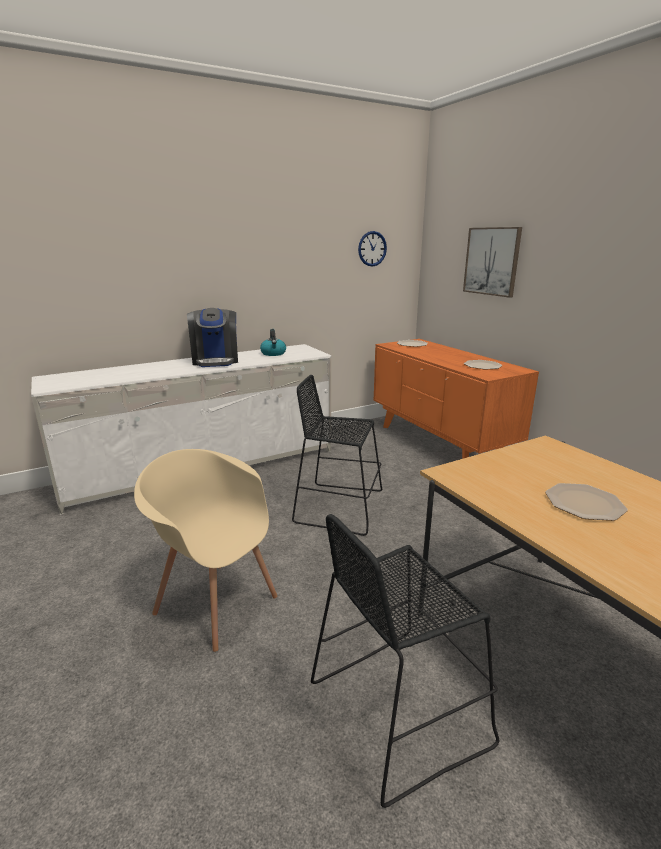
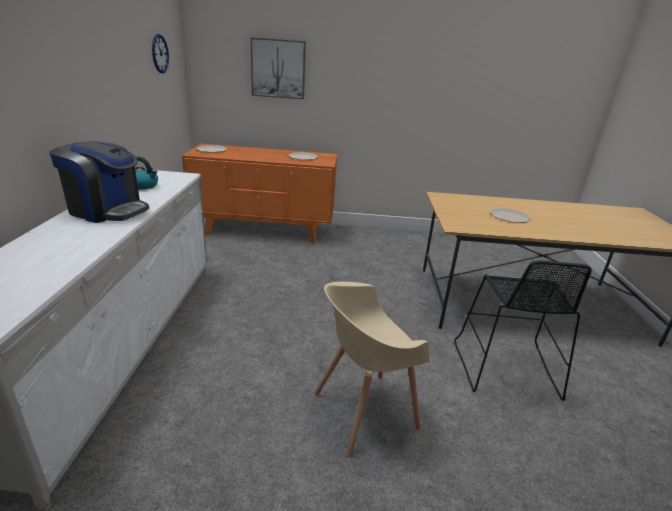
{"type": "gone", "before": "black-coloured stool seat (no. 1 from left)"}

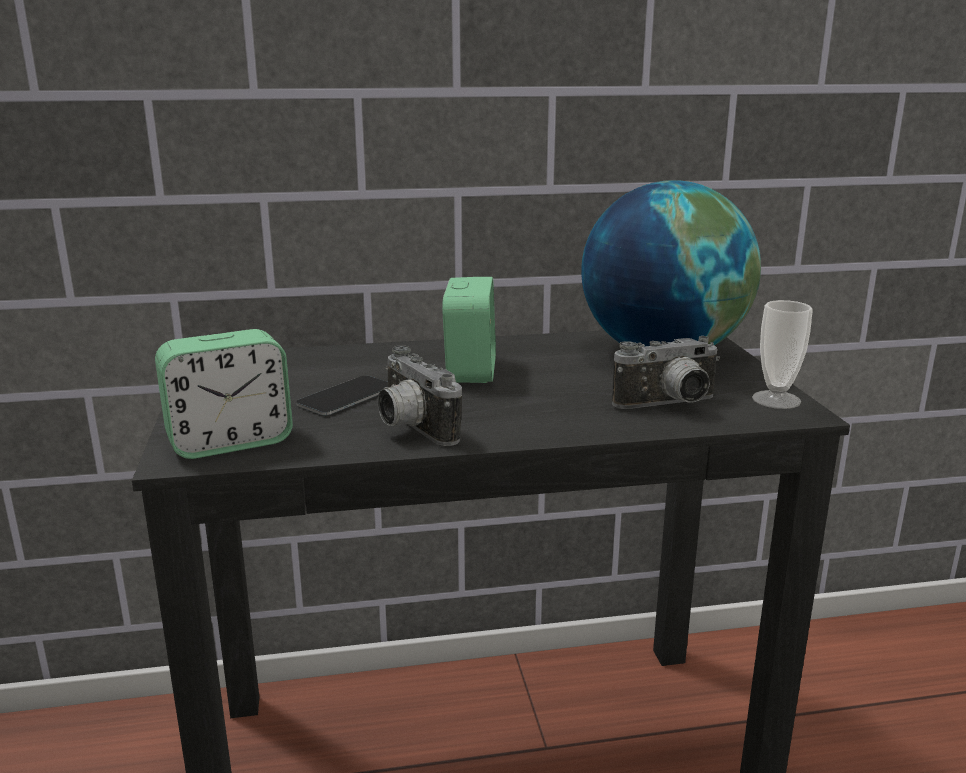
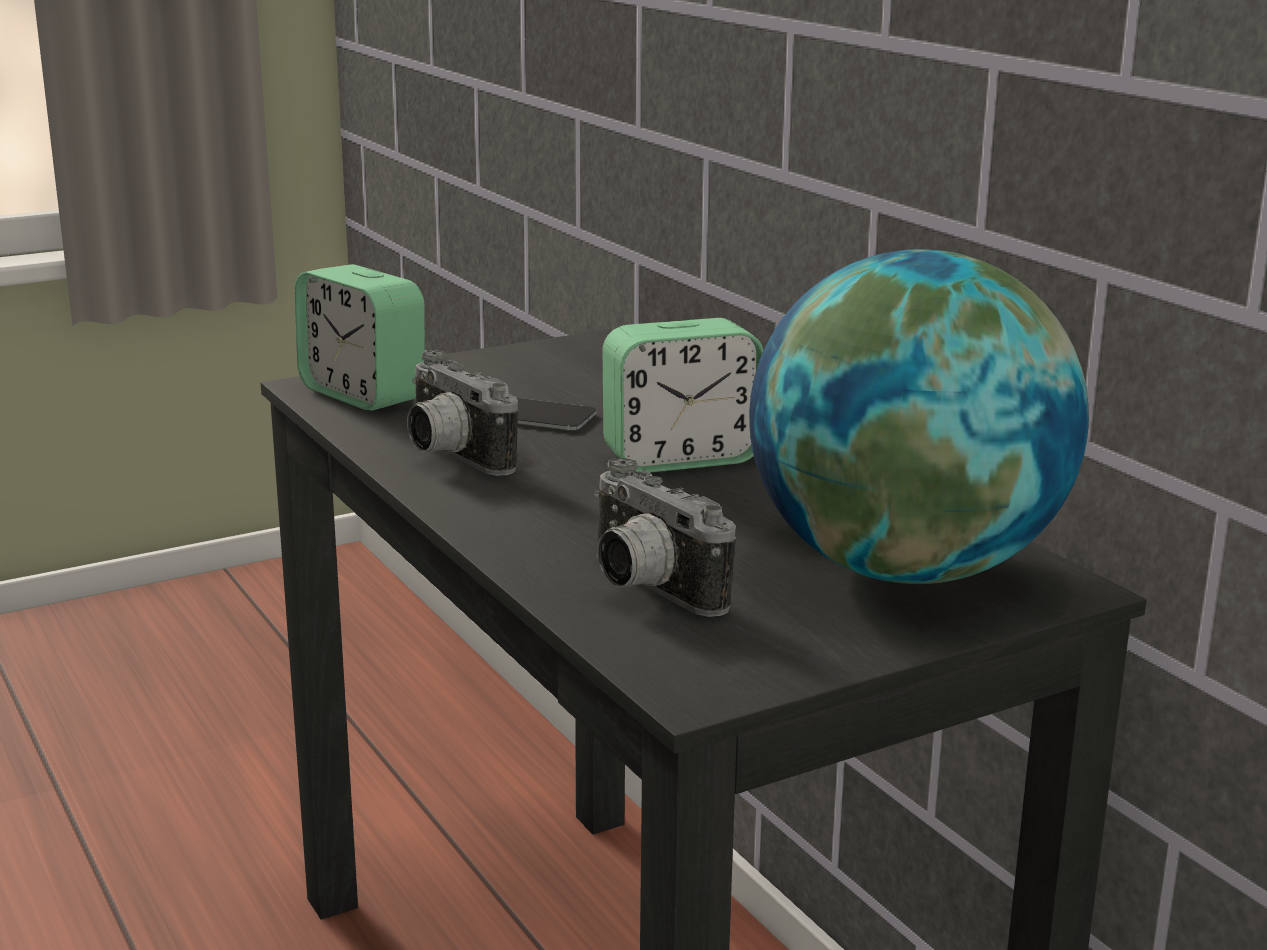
{"type": "rotated", "before": "photo camera (no. 1 from left)", "turn": -75}
{"type": "gone", "before": "drinking cup"}

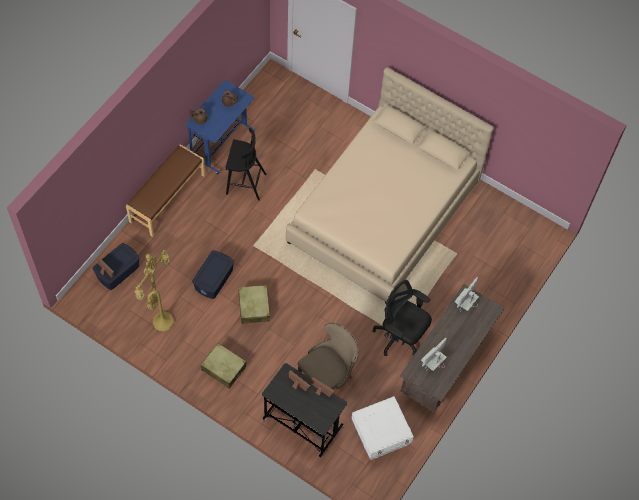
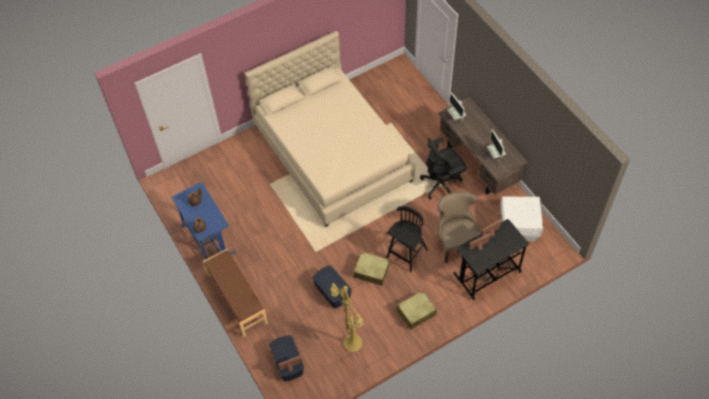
{"type": "shifted", "before": "black-coloured stool seat"}

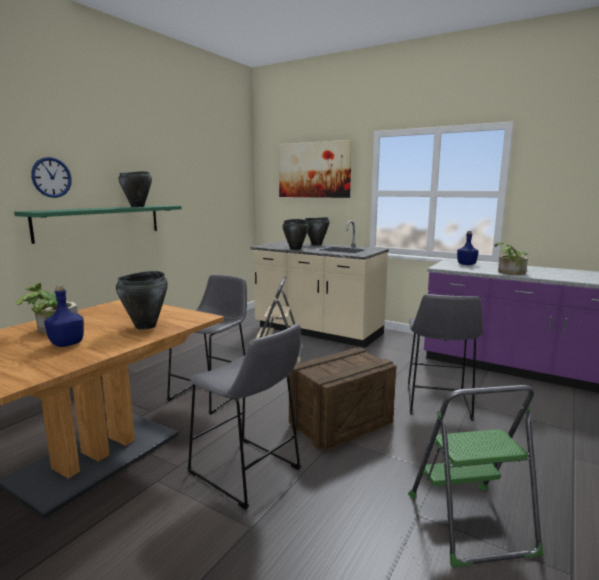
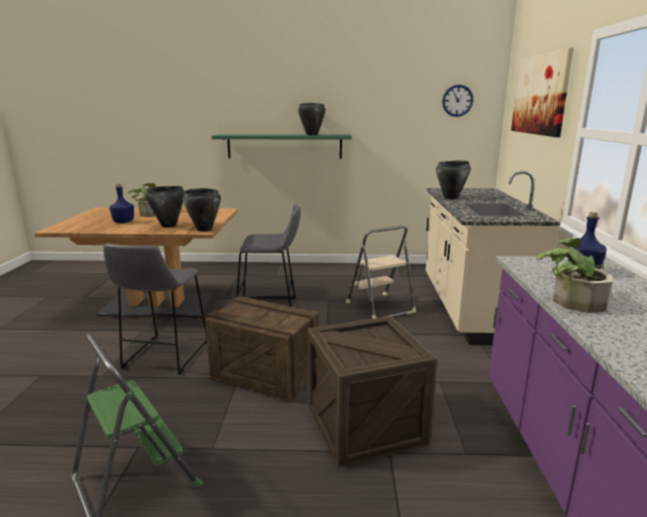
{"type": "shifted", "before": "clock on the wall"}
{"type": "shifted", "before": "black-coloured stockpot (no. 4 from left in the first image)", "after": "black-coloured stockpot (no. 2 from left)"}
{"type": "swapped", "before": "greyish stool seat (no. 3 from left)", "after": "shipping crate (no. 2 from left)"}

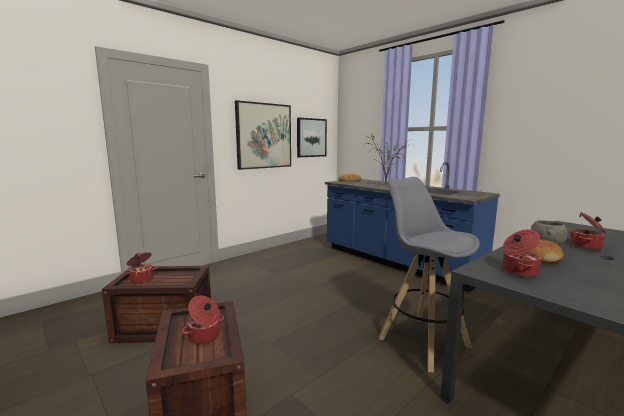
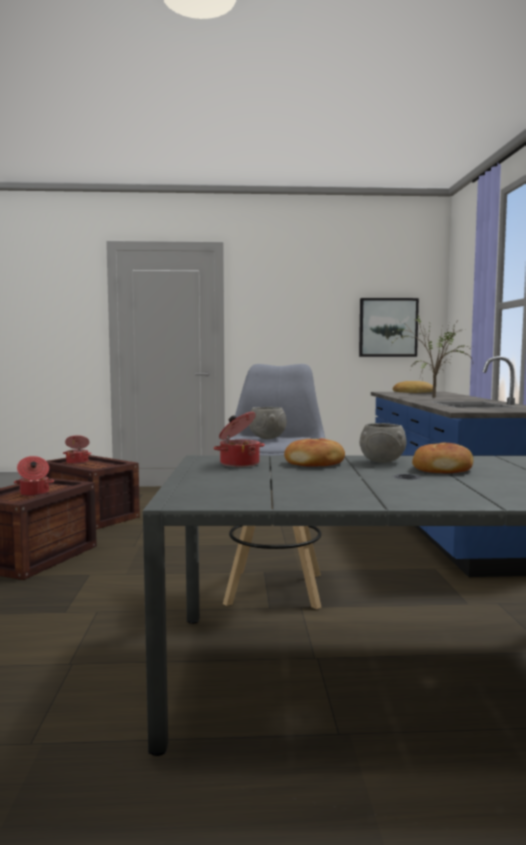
{"type": "gone", "before": "picture (no. 1 from left)"}
{"type": "swapped", "before": "stockpot (no. 4 from left)", "after": "baked bread (no. 3 from left)"}
{"type": "new", "after": "greyish bowl (no. 1 from left)"}

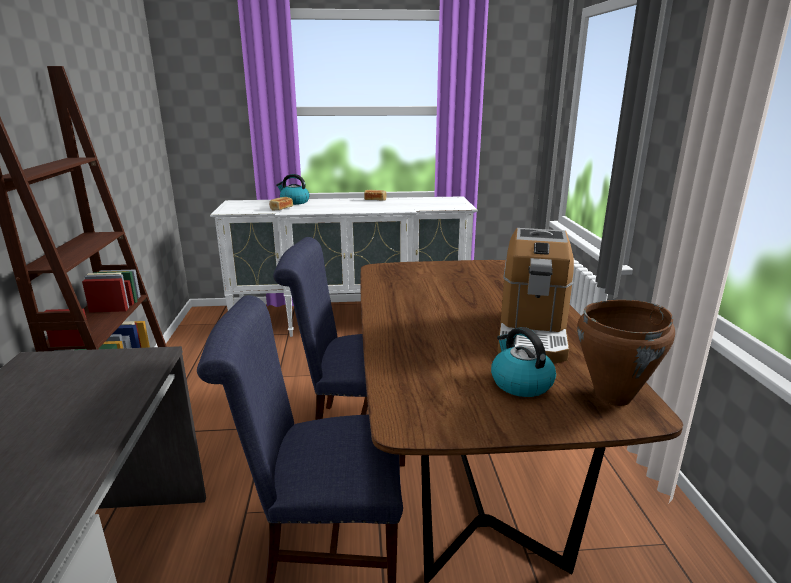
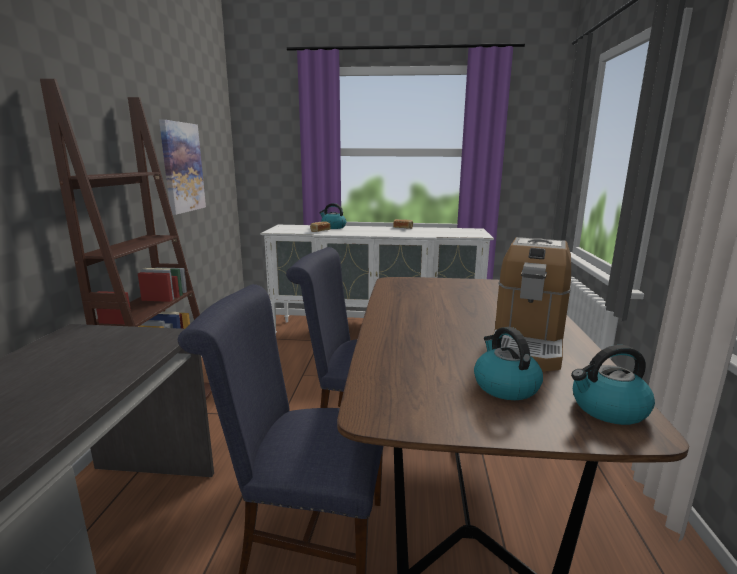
{"type": "swapped", "before": "brownish stockpot", "after": "kettle (no. 3 from left)"}
{"type": "new", "after": "picture"}

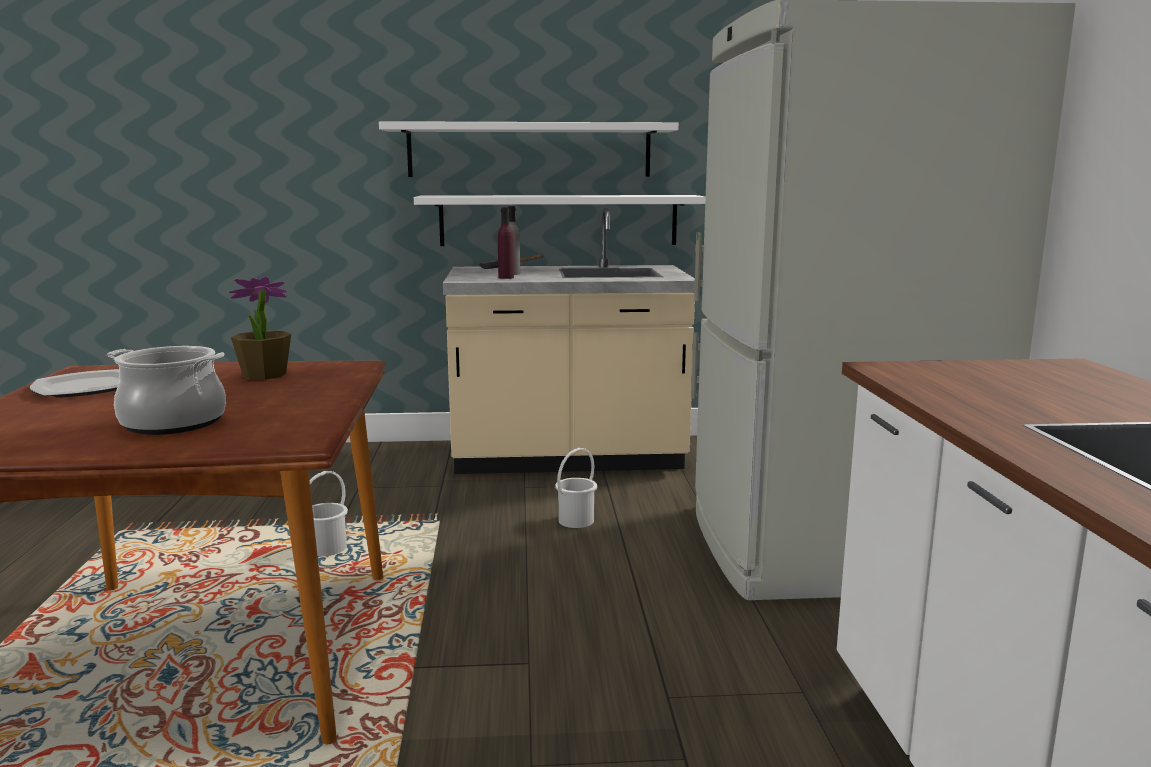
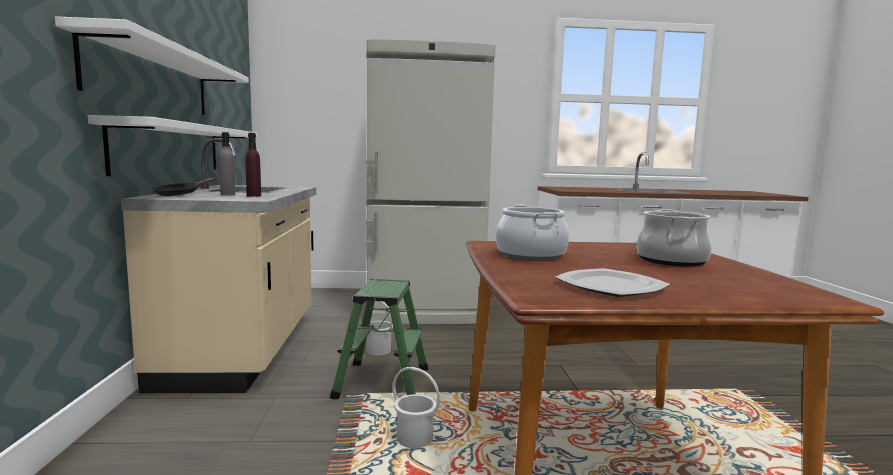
{"type": "swapped", "before": "plant in a pot", "after": "stockpot (no. 1 from left)"}
{"type": "new", "after": "green step ladder"}

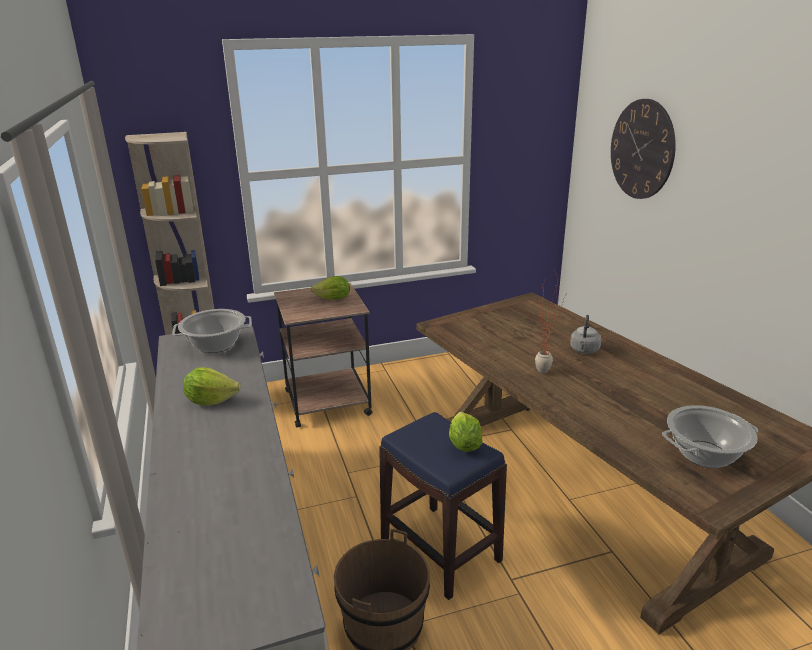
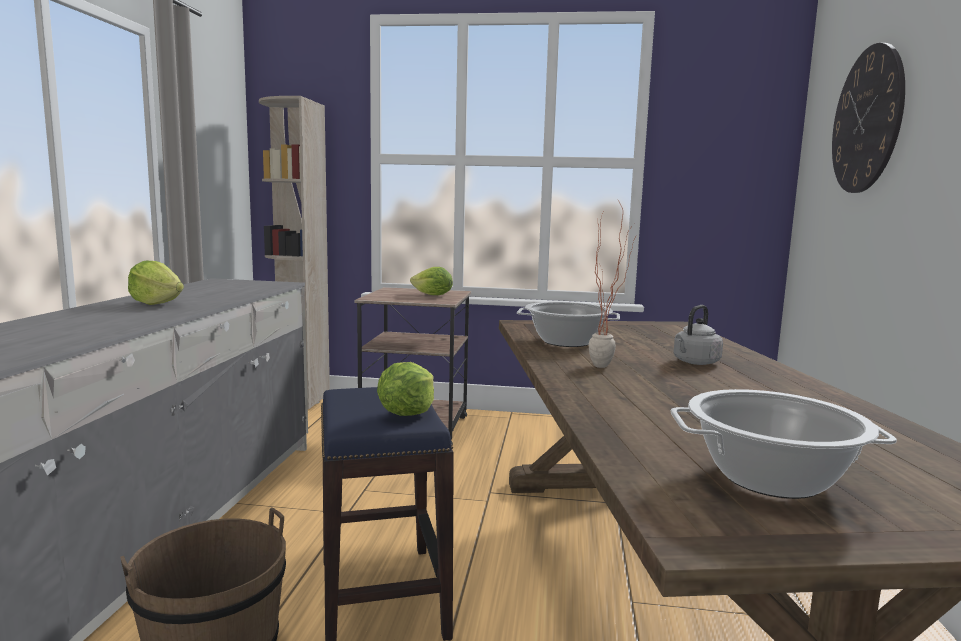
{"type": "shifted", "before": "stockpot (no. 1 from left)"}

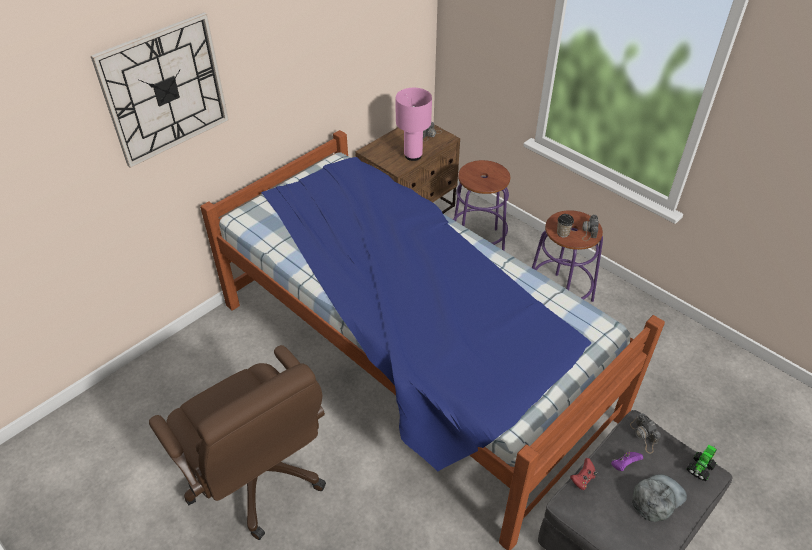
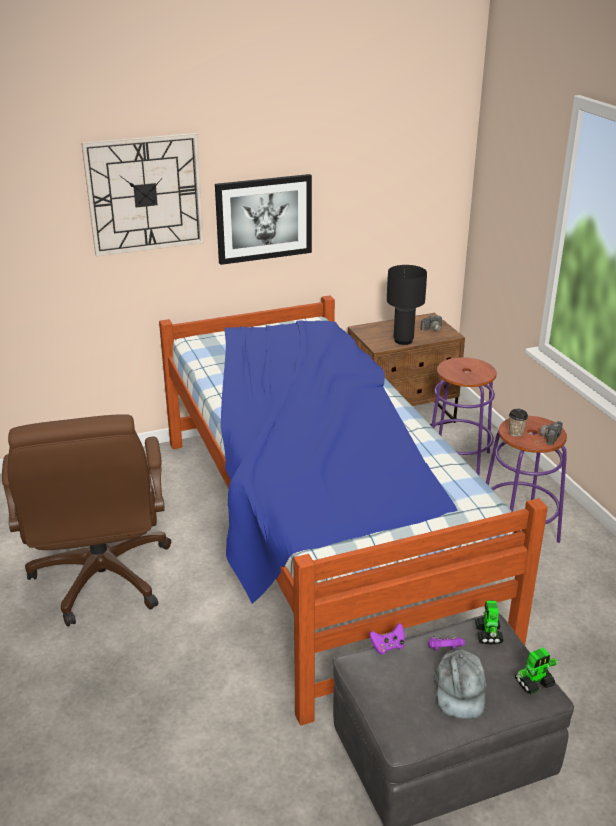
{"type": "repainted", "before": "pink-coloured tabletop lamp", "after": "black-coloured tabletop lamp"}
{"type": "repainted", "before": "reddish gamepad", "after": "purple-coloured gamepad (no. 1 from left)"}
{"type": "swapped", "before": "photo camera (no. 3 from left)", "after": "model robot (no. 1 from left)"}
{"type": "rotated", "before": "greyish baseball cap", "turn": 105}
{"type": "new", "after": "picture"}

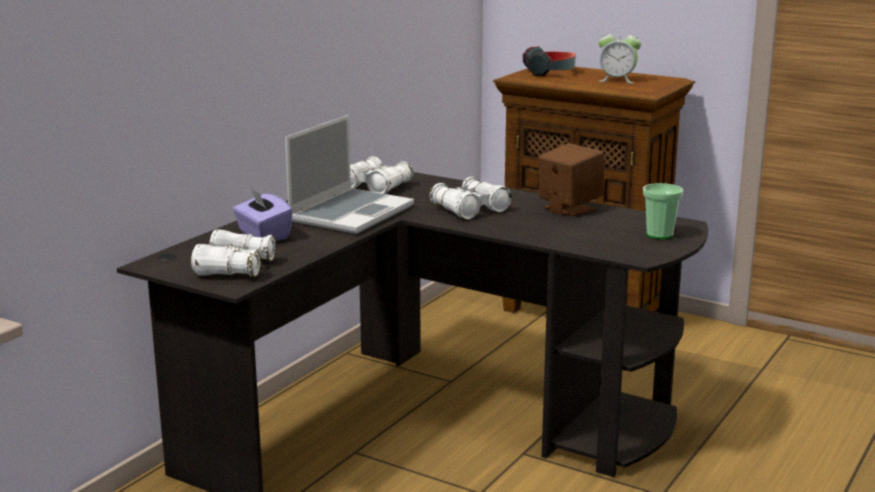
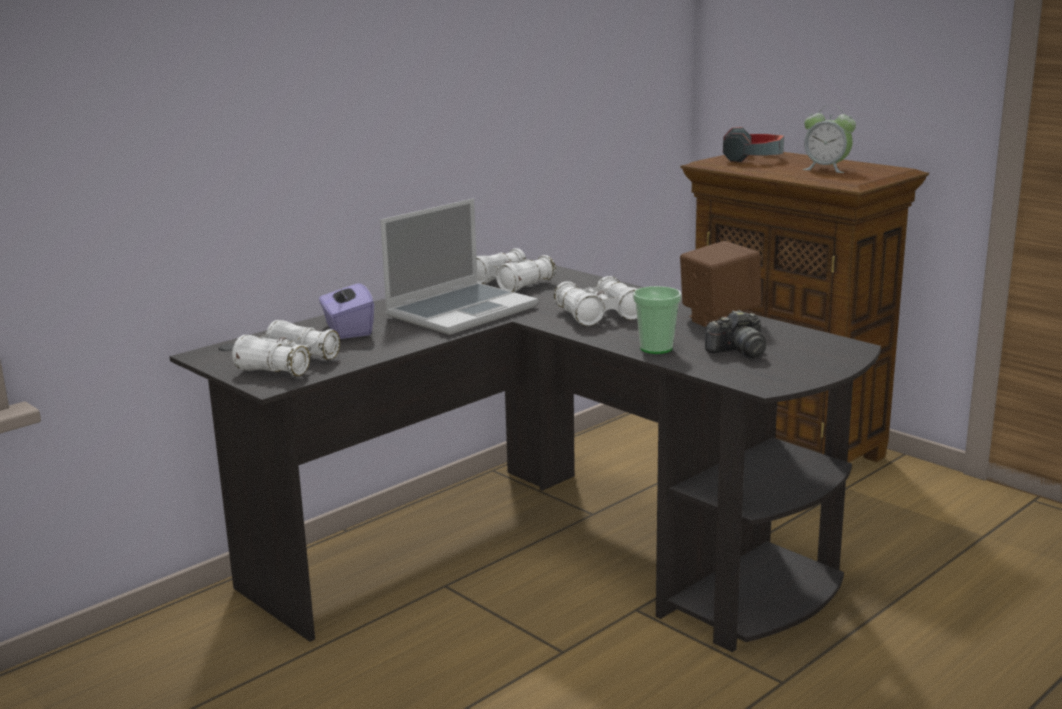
{"type": "shifted", "before": "drinking cup"}
{"type": "new", "after": "photo camera"}

